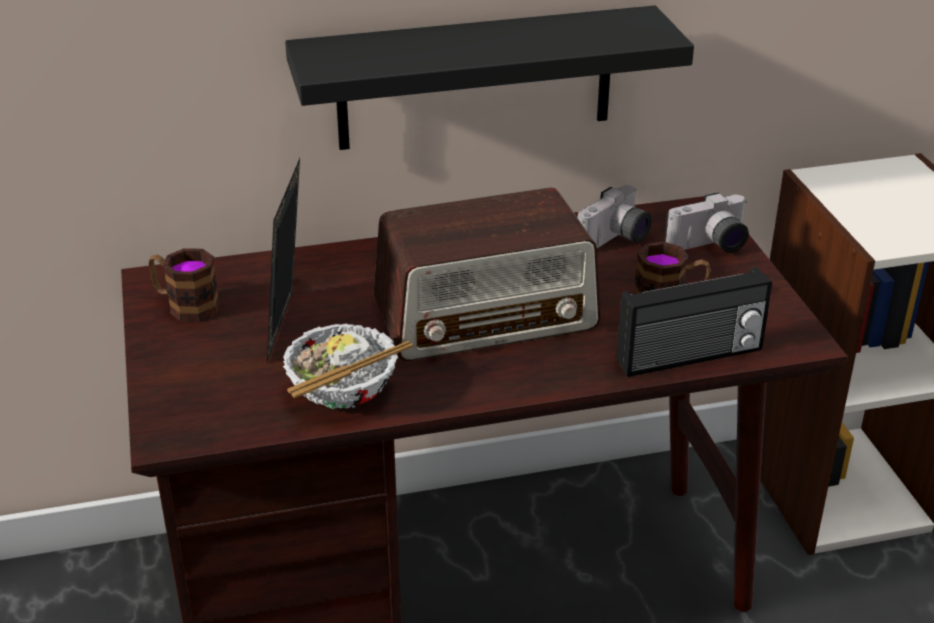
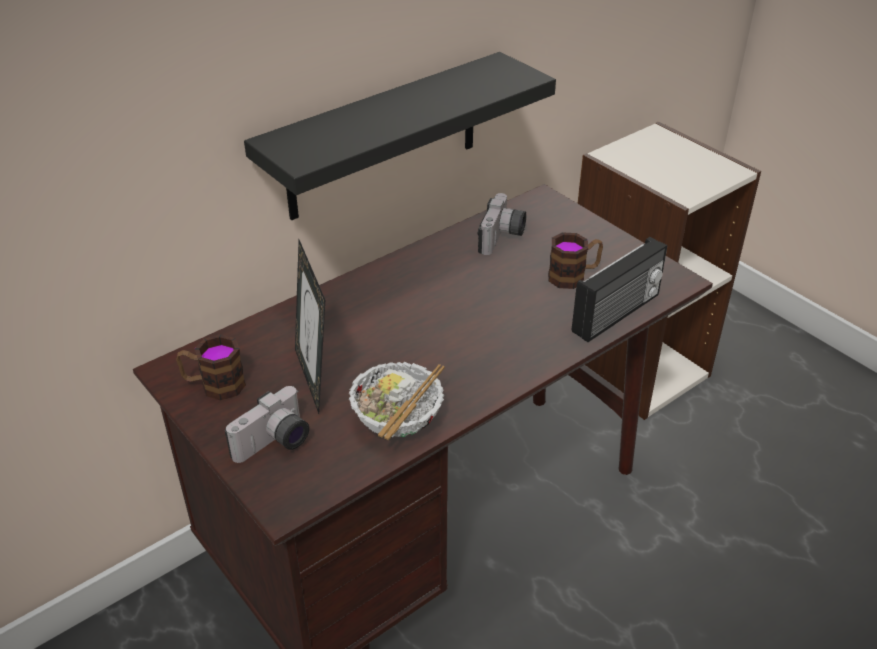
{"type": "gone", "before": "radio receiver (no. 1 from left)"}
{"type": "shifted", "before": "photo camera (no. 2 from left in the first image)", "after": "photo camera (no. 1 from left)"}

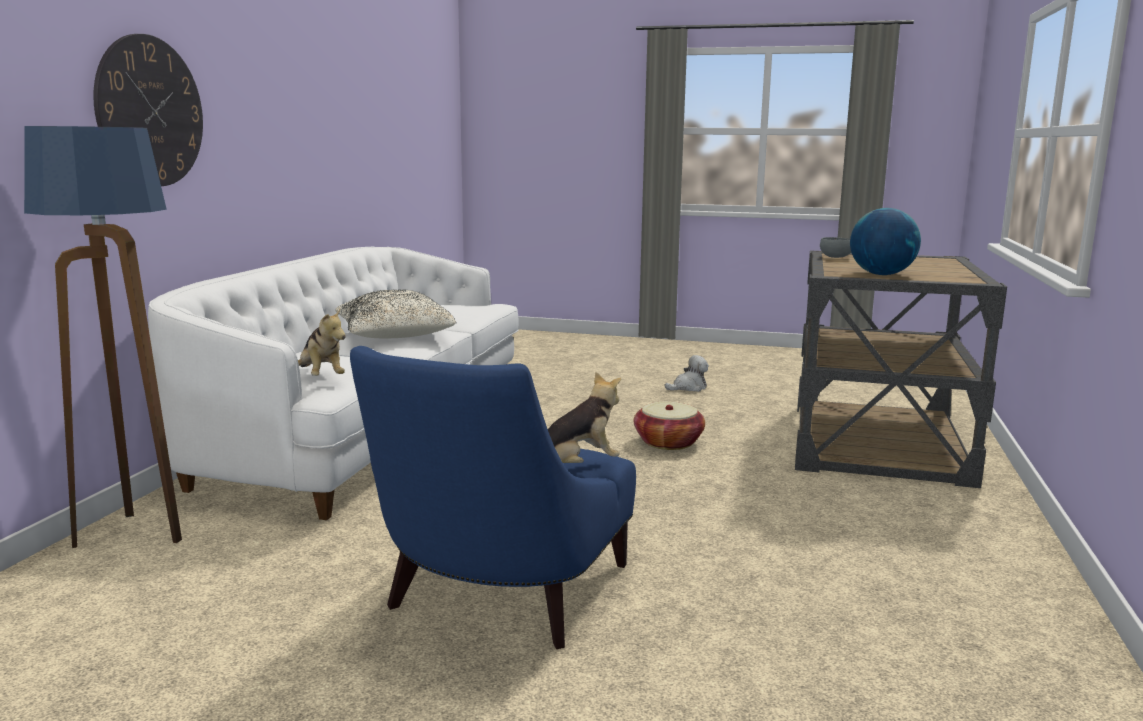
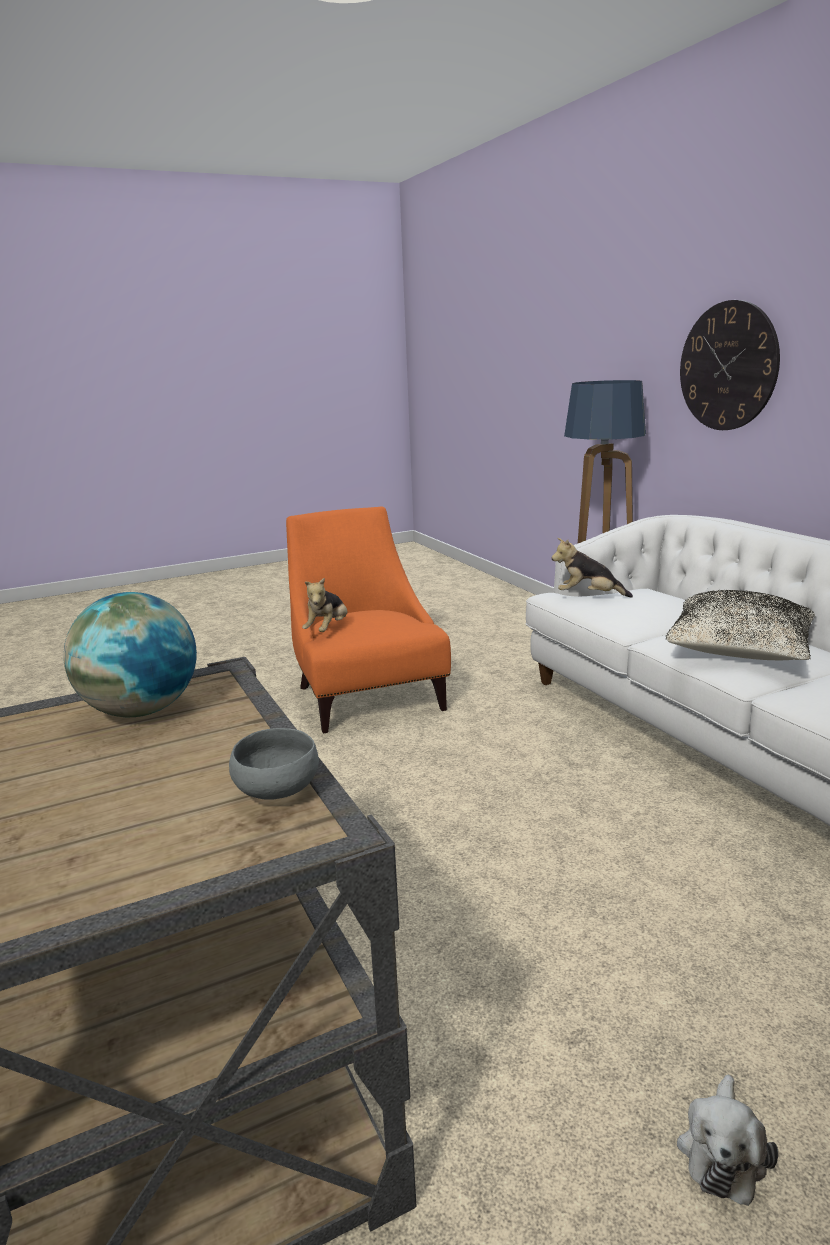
{"type": "repainted", "before": "bluish lounge chair", "after": "orange lounge chair"}
{"type": "gone", "before": "storage basket"}

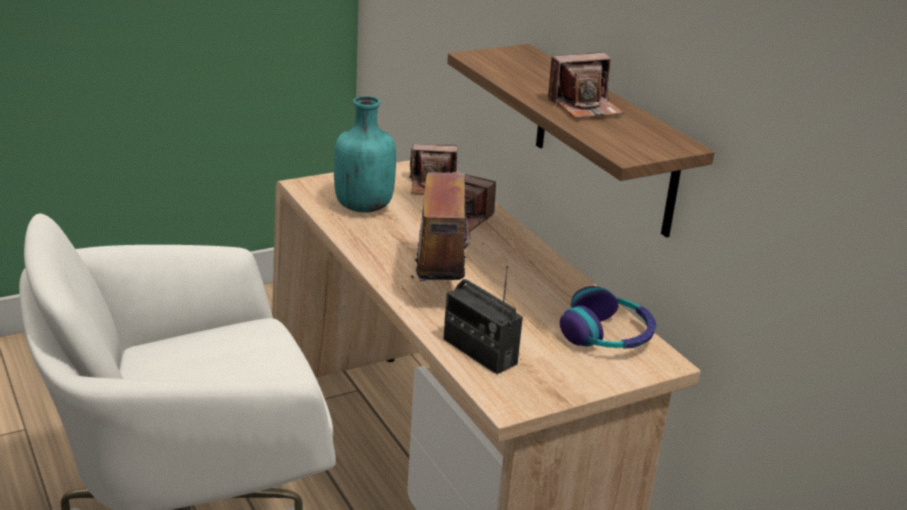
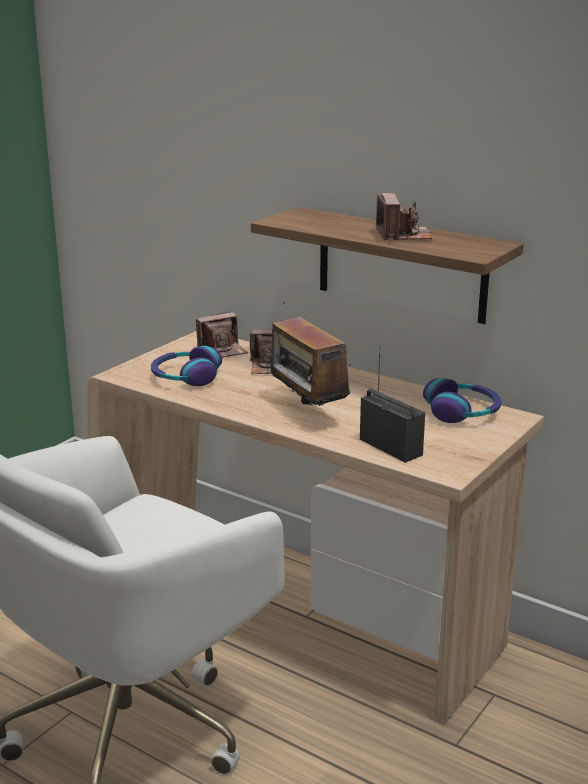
{"type": "swapped", "before": "blue-green bottle", "after": "headset (no. 1 from left)"}
{"type": "rotated", "before": "radio receiver (no. 2 from left)", "turn": -150}
{"type": "rotated", "before": "photo camera (no. 3 from left)", "turn": -45}

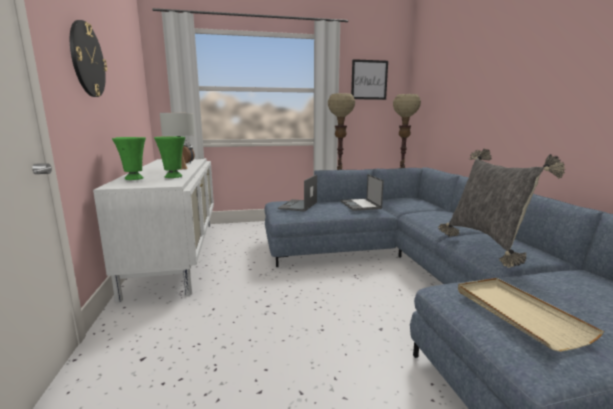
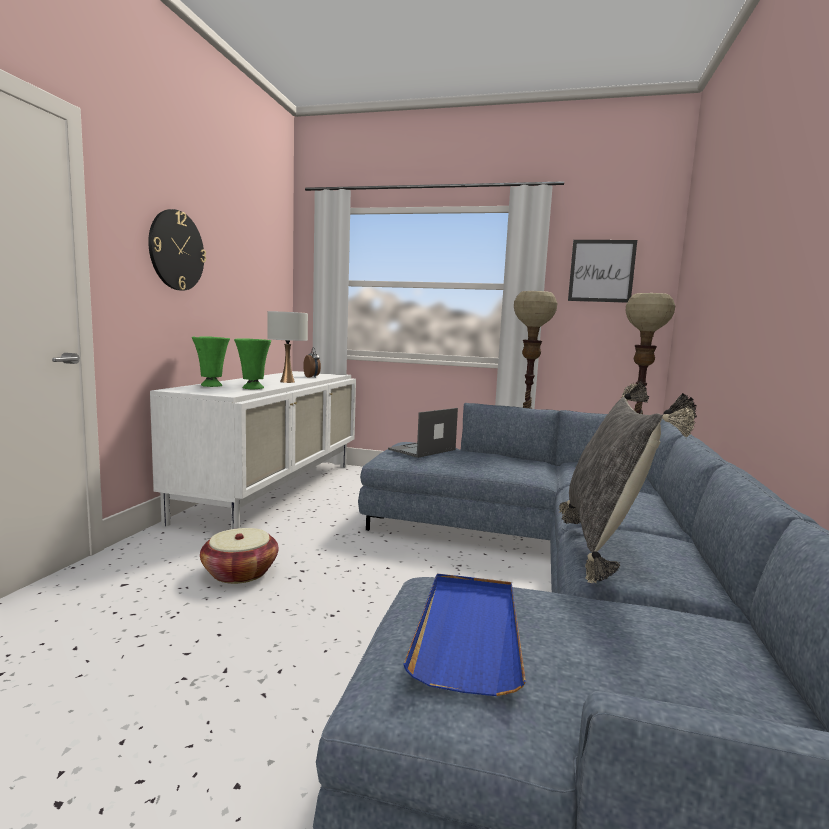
{"type": "gone", "before": "laptop (no. 2 from left)"}
{"type": "repainted", "before": "sand-coloured carrying tray", "after": "bluish carrying tray"}
{"type": "new", "after": "storage basket"}

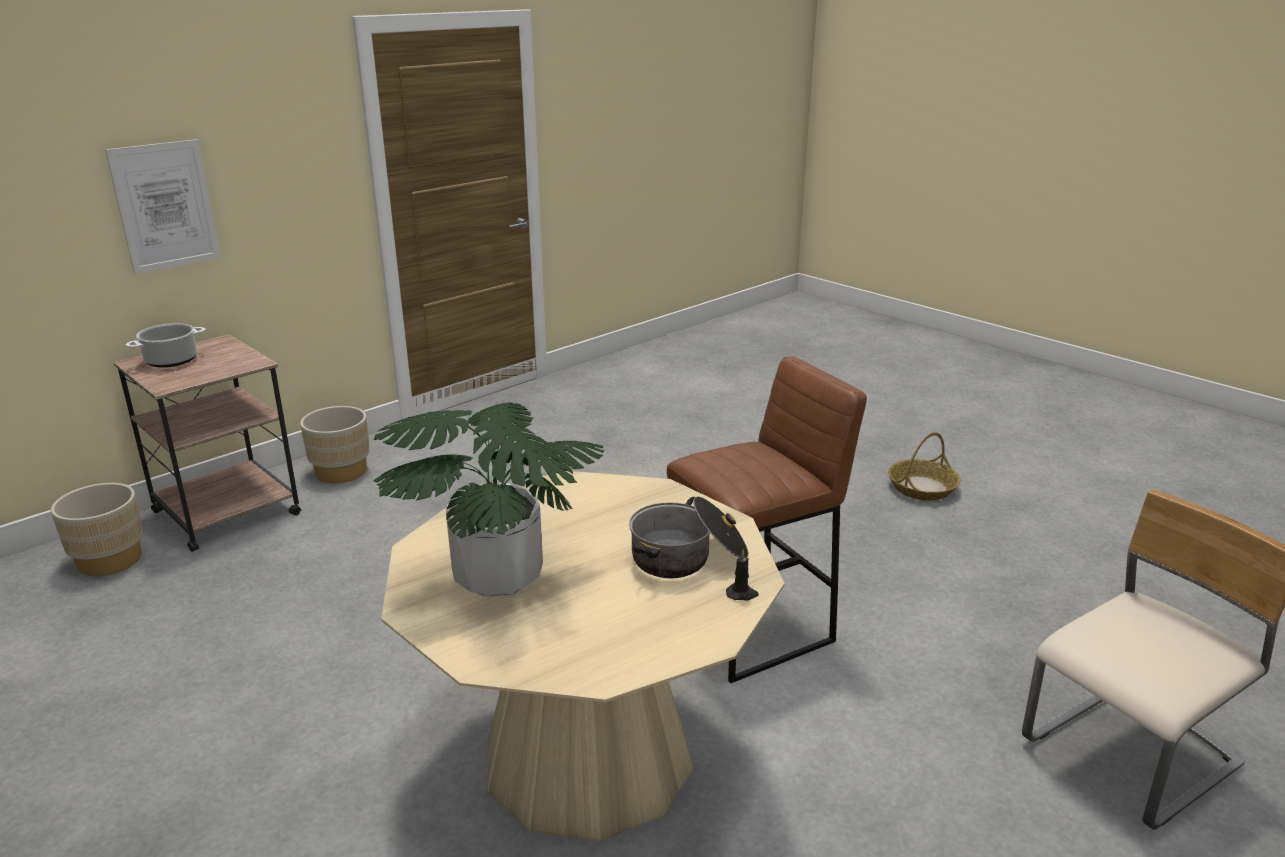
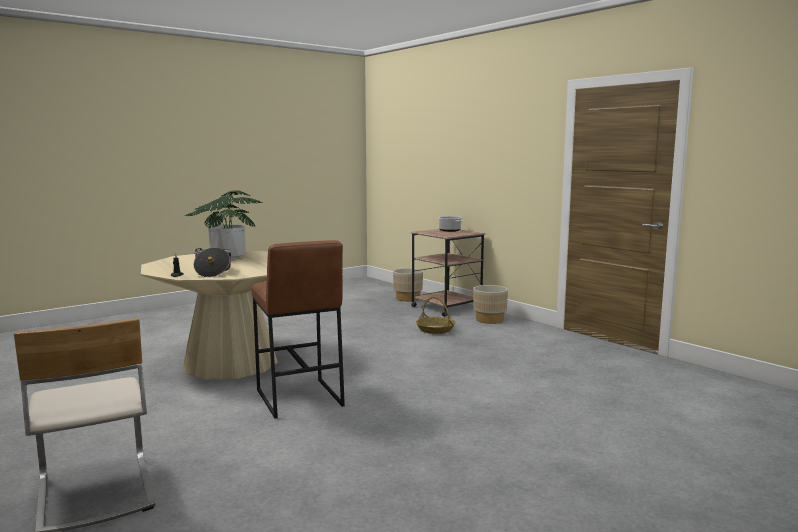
{"type": "gone", "before": "picture"}
{"type": "shifted", "before": "storage basket"}

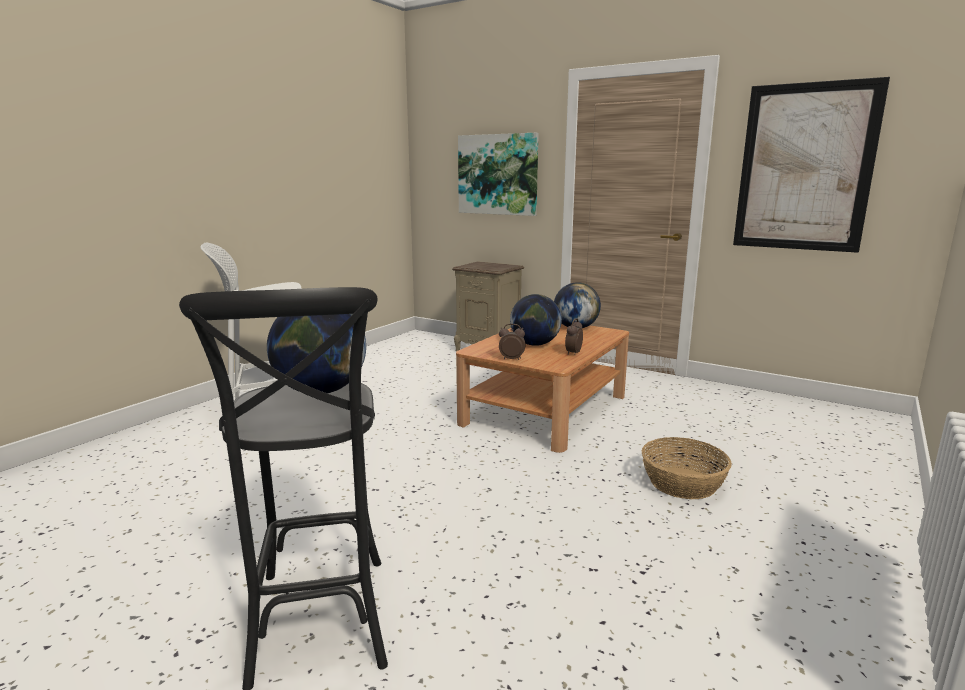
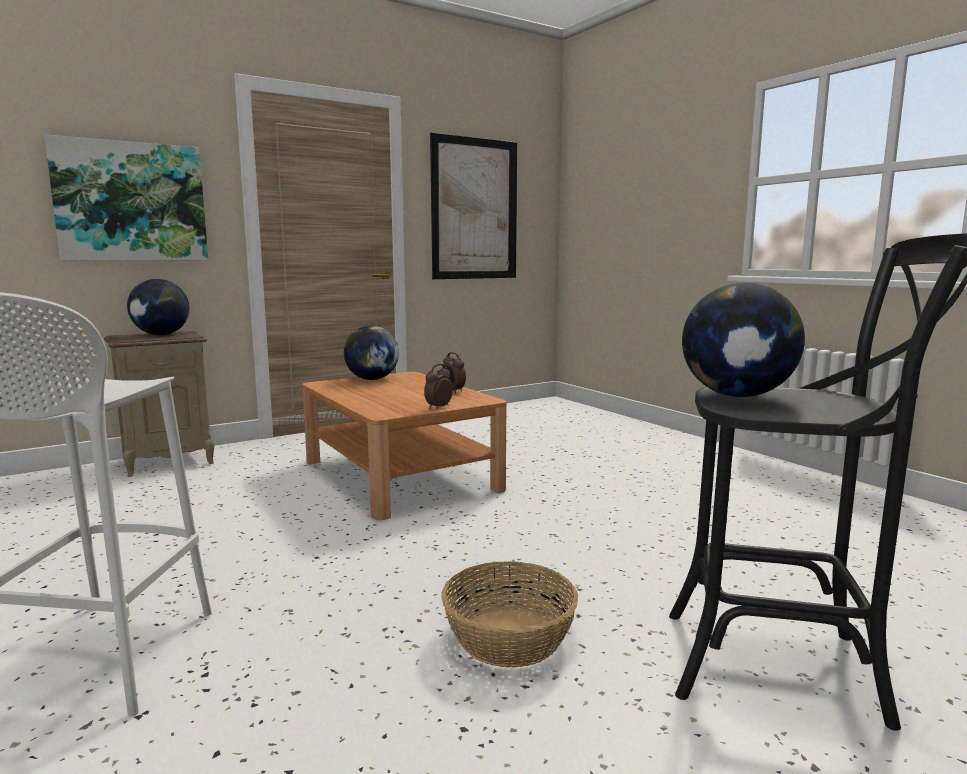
{"type": "shifted", "before": "desk globe (no. 2 from left in the first image)", "after": "desk globe (no. 1 from left)"}
{"type": "shifted", "before": "storage basket"}

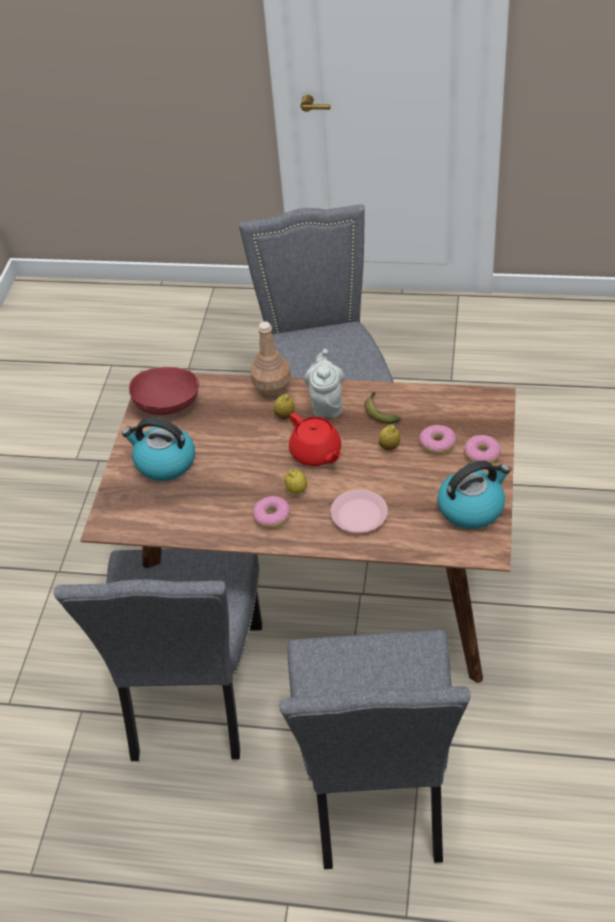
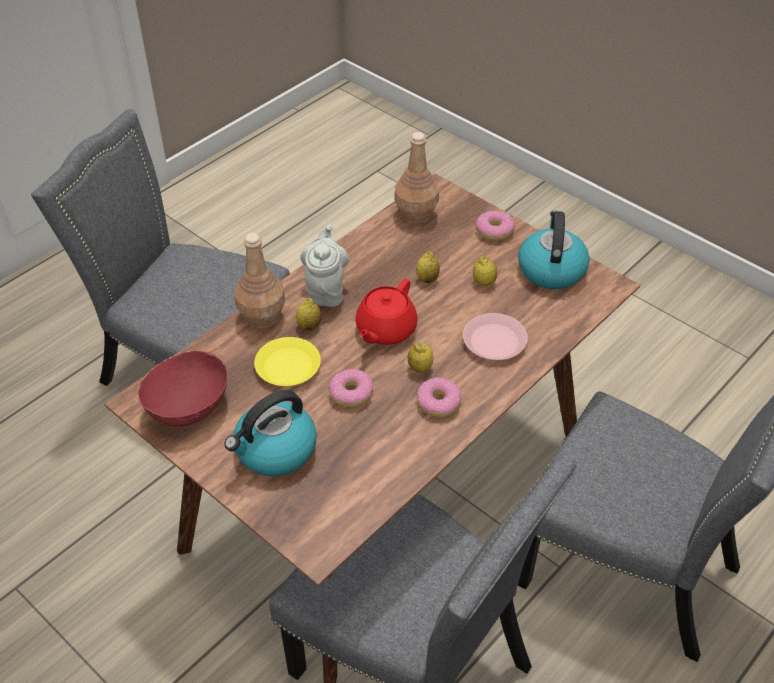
{"type": "rotated", "before": "reddish tea pot", "turn": 120}
{"type": "rotated", "before": "greyish tea pot", "turn": 60}
{"type": "gone", "before": "banana"}
{"type": "shifted", "before": "doughnut (no. 2 from left in the first image)", "after": "doughnut (no. 1 from left)"}
{"type": "new", "after": "yellow flat dish"}
{"type": "new", "after": "brownish bottle (no. 2 from left)"}
{"type": "new", "after": "lemon (no. 4 from left)"}

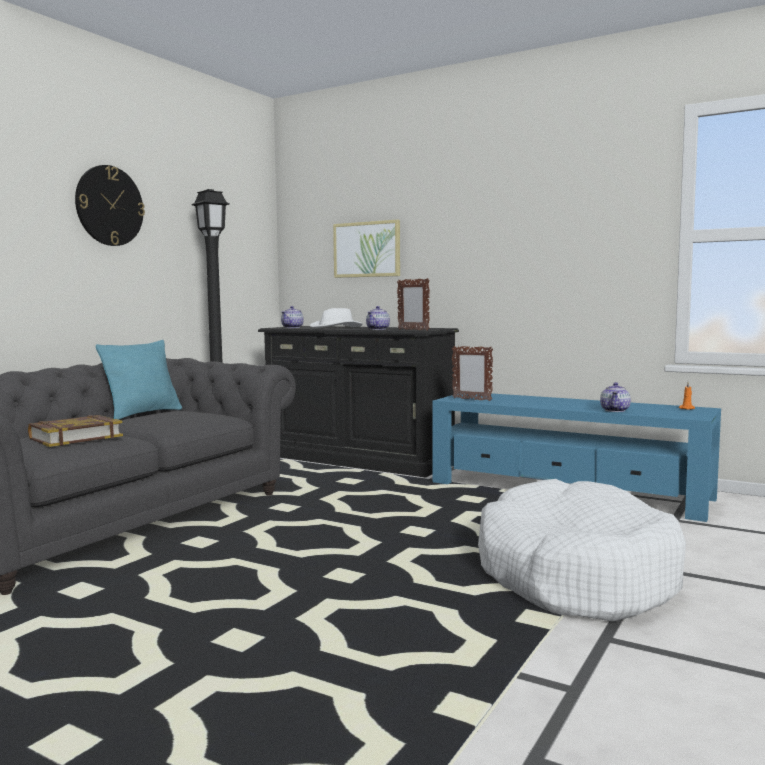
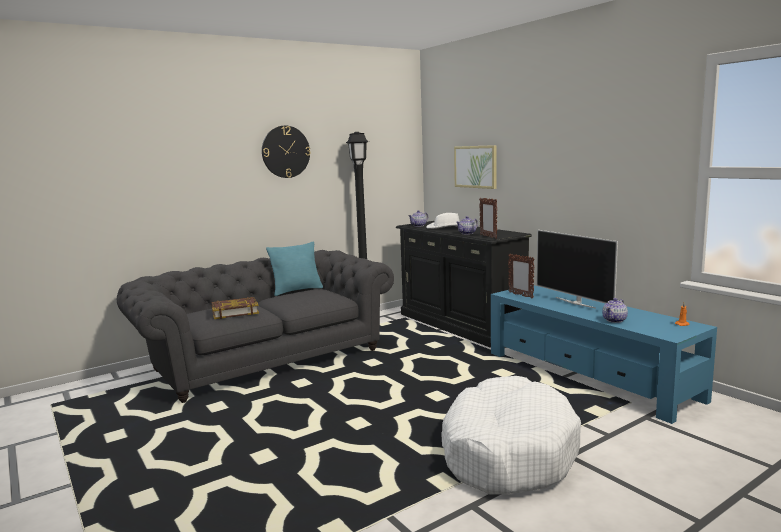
{"type": "new", "after": "TV"}

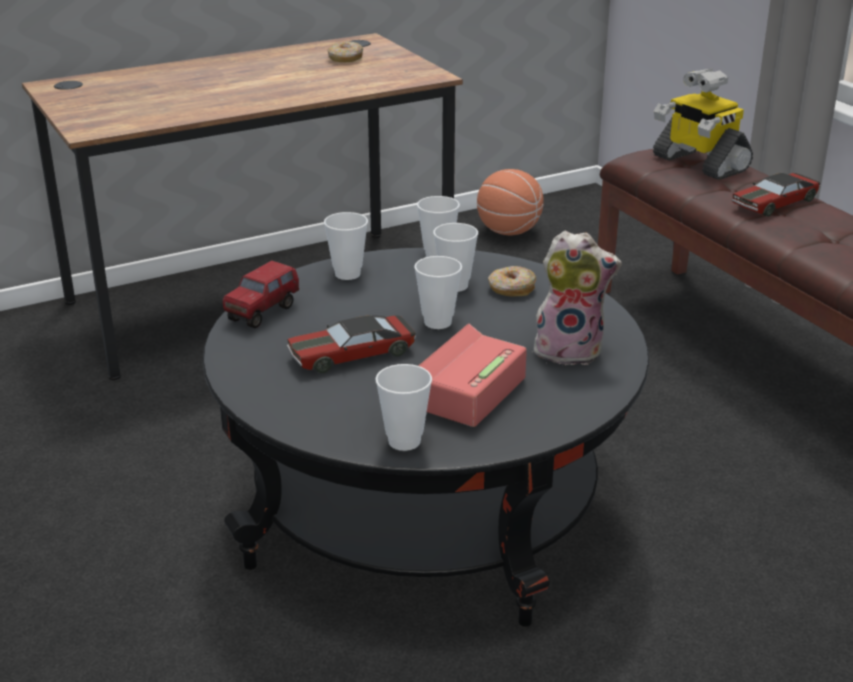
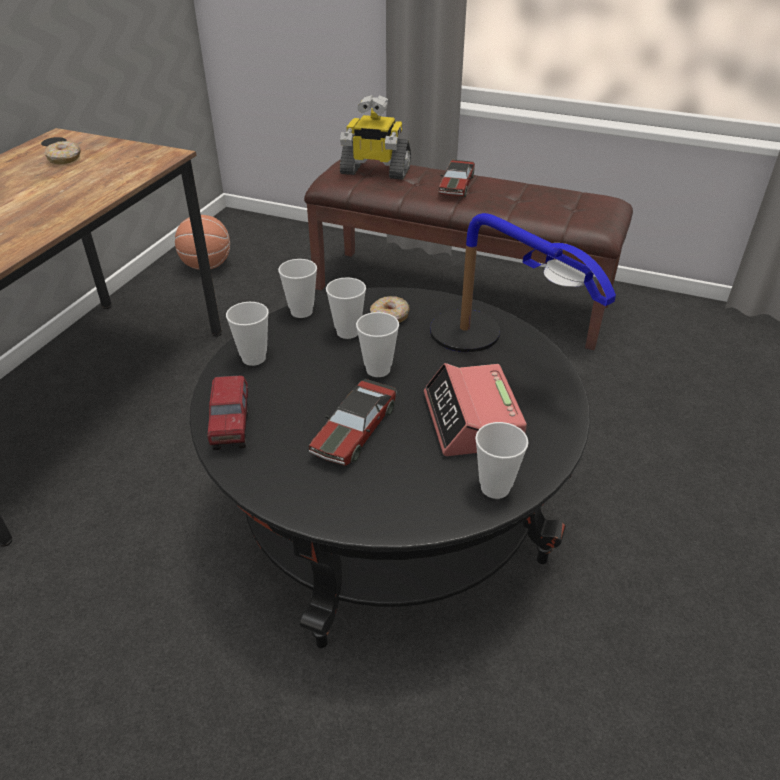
{"type": "swapped", "before": "cuddly toy", "after": "tabletop lamp"}

